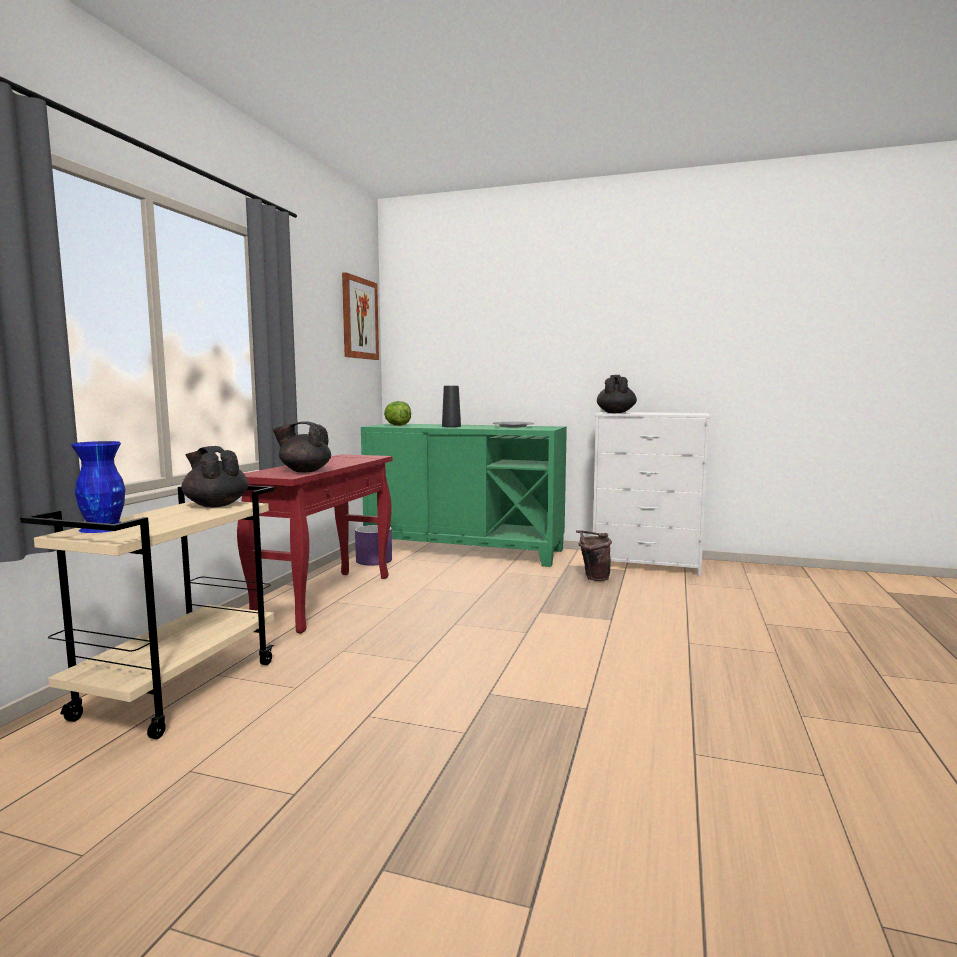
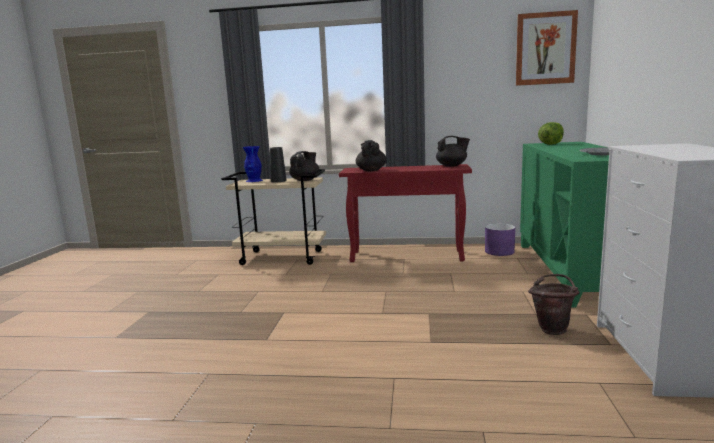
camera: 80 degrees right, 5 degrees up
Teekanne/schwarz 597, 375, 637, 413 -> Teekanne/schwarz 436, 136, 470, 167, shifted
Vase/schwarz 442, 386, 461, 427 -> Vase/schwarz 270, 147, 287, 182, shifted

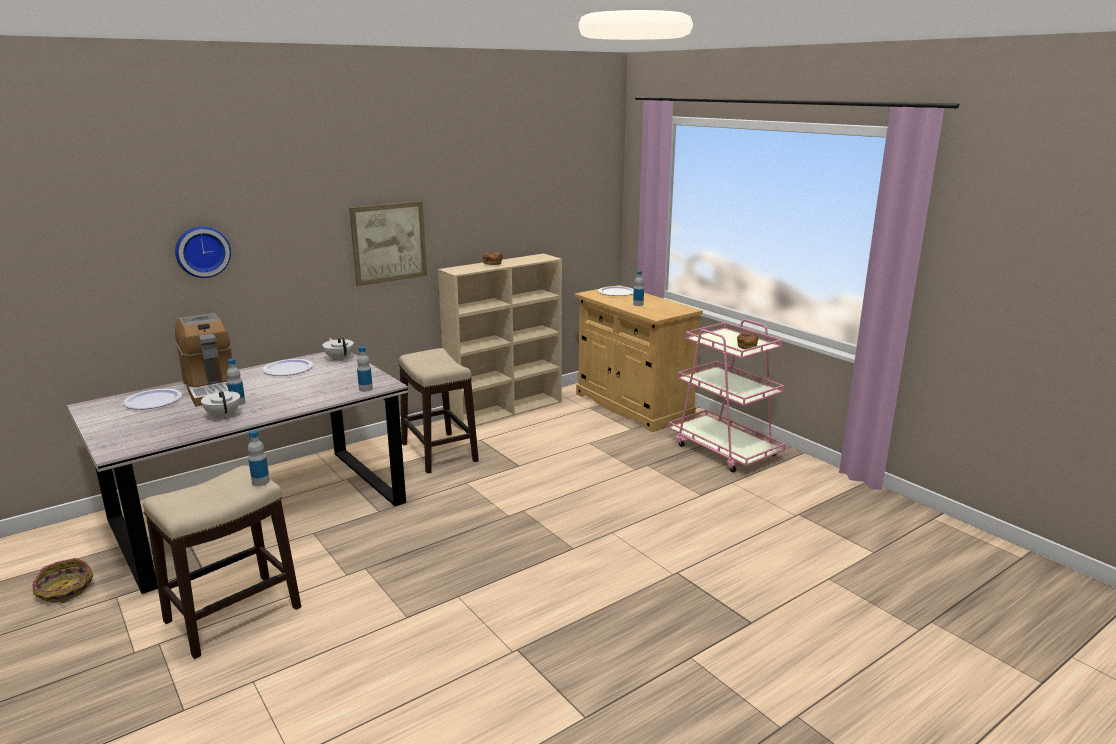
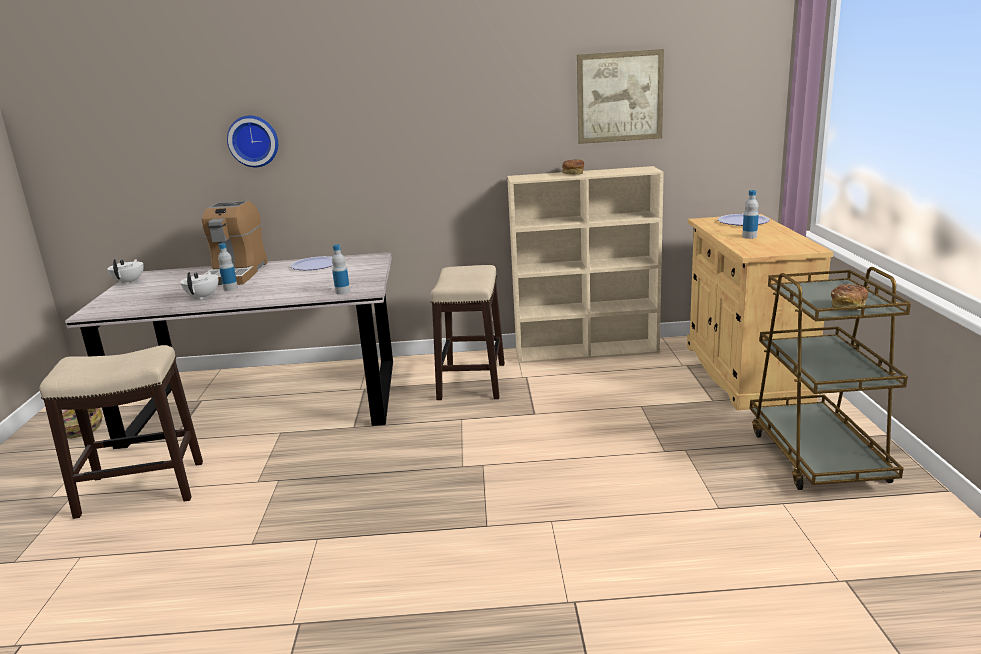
camera: 35 degrees right, 0 degrees up
Bild 349, 201, 427, 286 -> Bild 577, 49, 664, 144, shifted
Rollwagen/rosa 668, 319, 786, 473 -> Rollwagen/braun 750, 267, 911, 490
Teekanne/weiß 322, 338, 354, 361 -> Teekanne/weiß 108, 259, 144, 285, shifted
Teller 123, 389, 182, 410 -> none
Flasche 248, 430, 270, 486 -> none

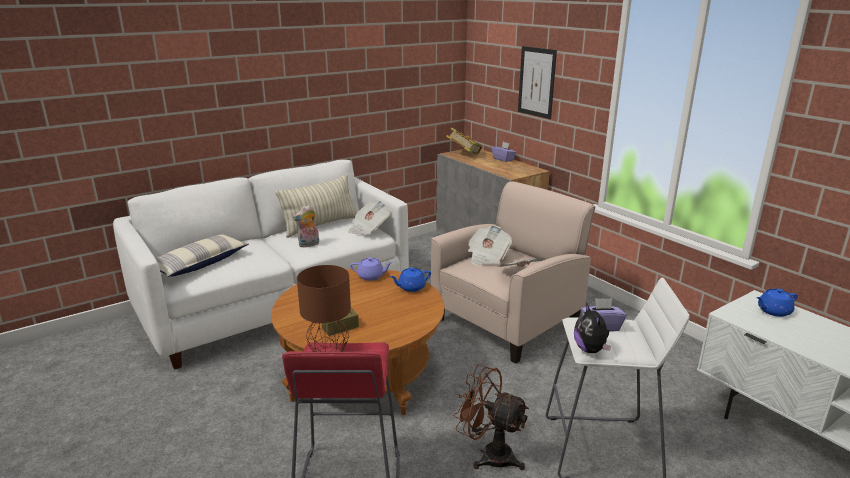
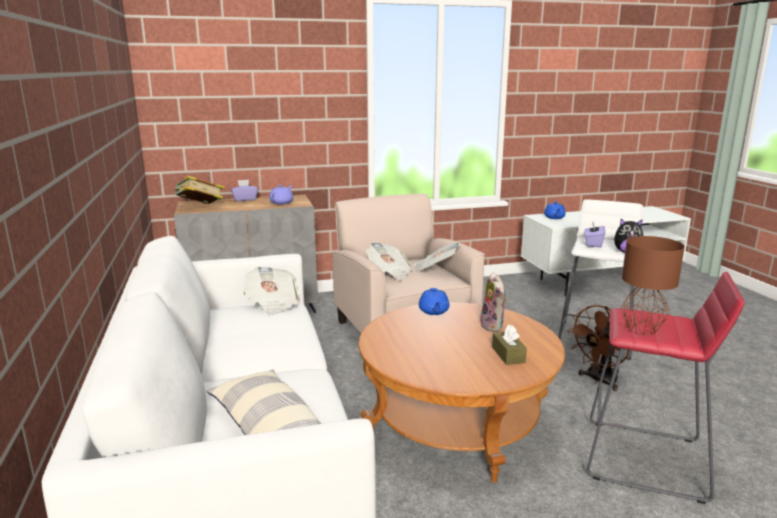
camera: 70 degrees left, 5 degrees down
Bild 518, 46, 557, 119 -> none
Kissen 275, 174, 357, 238 -> none
Plüschtier 293, 204, 319, 248 -> Plüschtier 480, 272, 507, 332, shifted
Teekanne/lila 350, 257, 393, 281 -> Teekanne/lila 269, 185, 293, 205, shifted

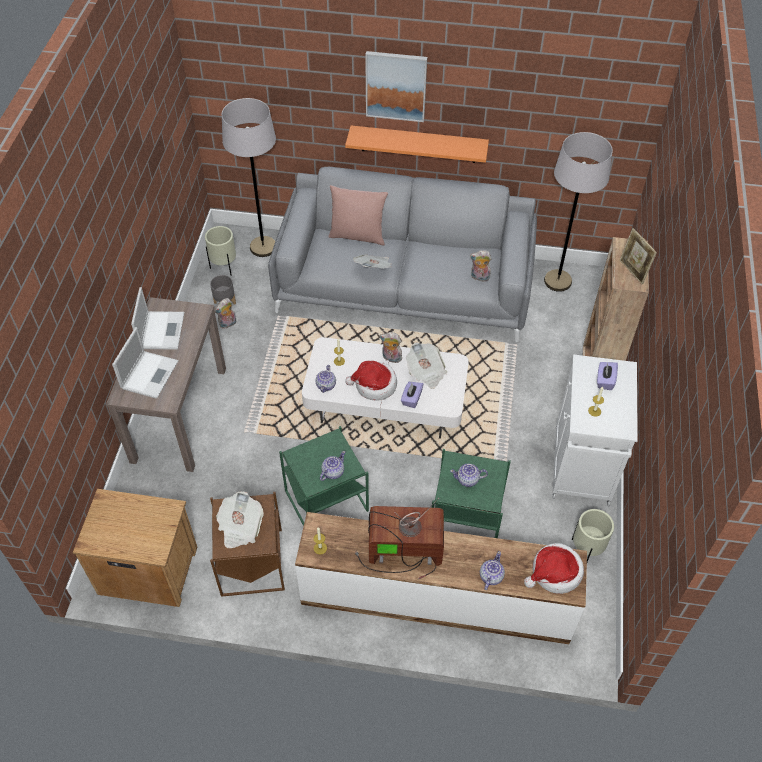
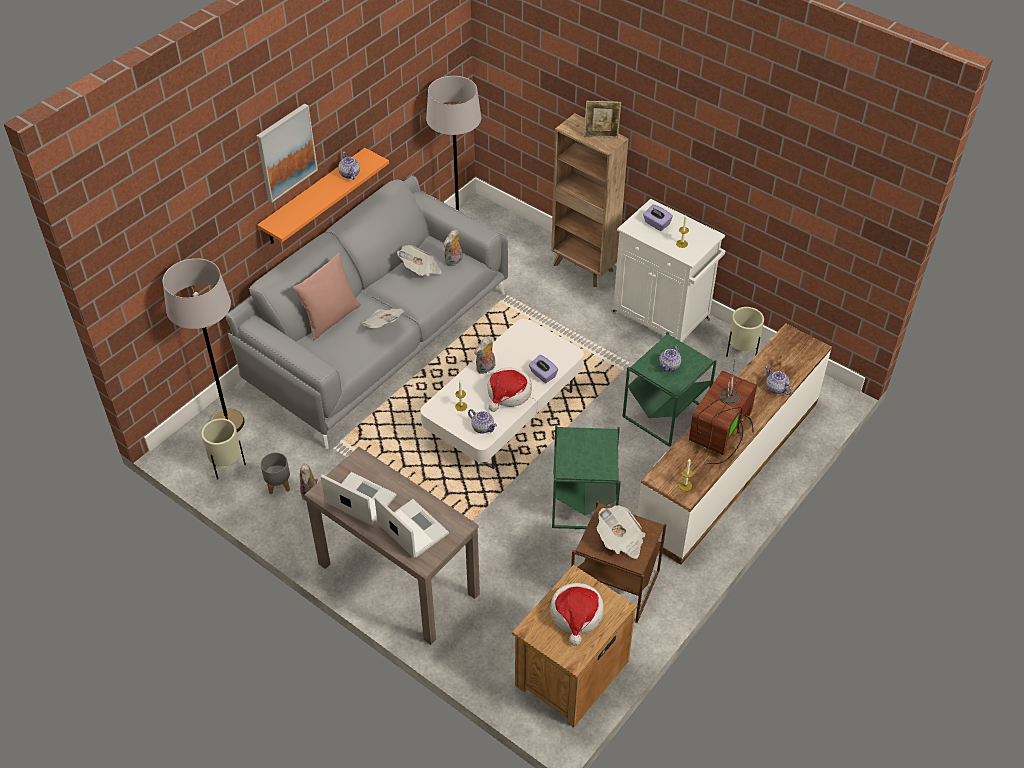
camera: 60 degrees left, 5 degrees down
Zeitung 406, 342, 447, 389 -> Zeitung 397, 245, 442, 276, shifted
Teekanne 320, 451, 345, 481 -> Teekanne 338, 152, 360, 180, shifted
Hut 524, 543, 584, 594 -> Hut 550, 583, 604, 646, shifted

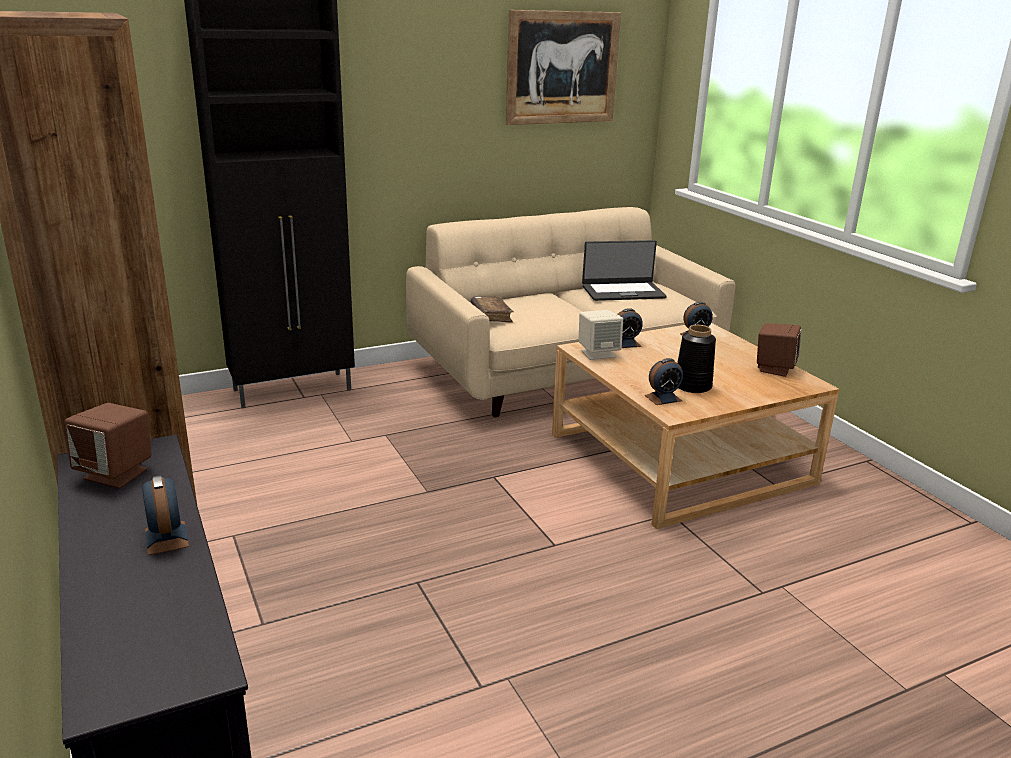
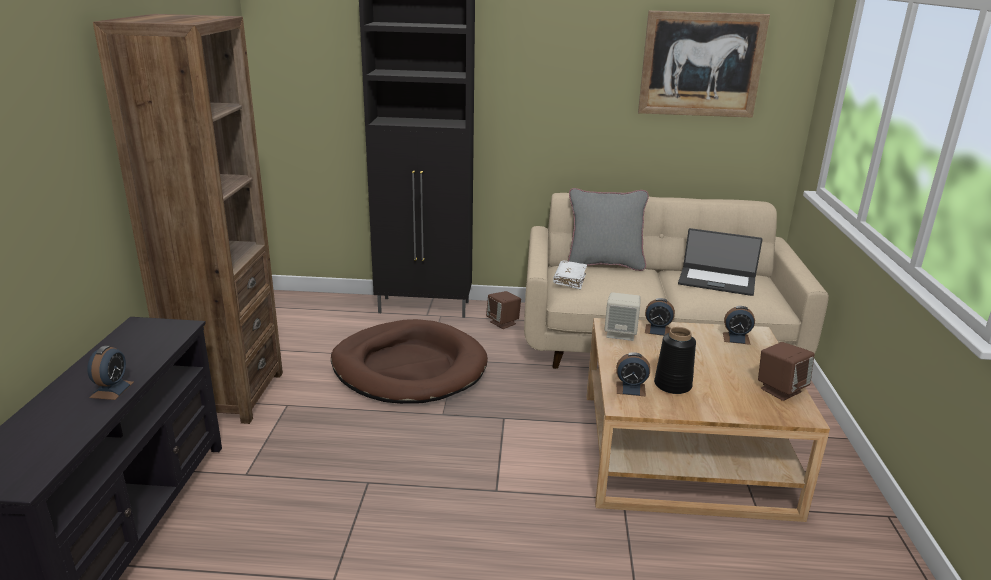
camera: 30 degrees right, 0 degrees up
Buch/braun 471, 296, 514, 323 -> Buch/weiß 553, 261, 587, 289
Lautsprecher/braun 64, 403, 152, 488 -> Lautsprecher/braun 486, 291, 521, 329, shifted
none -> Kissen/grau 568, 188, 649, 271
none -> Hundebett/braun 331, 319, 488, 404

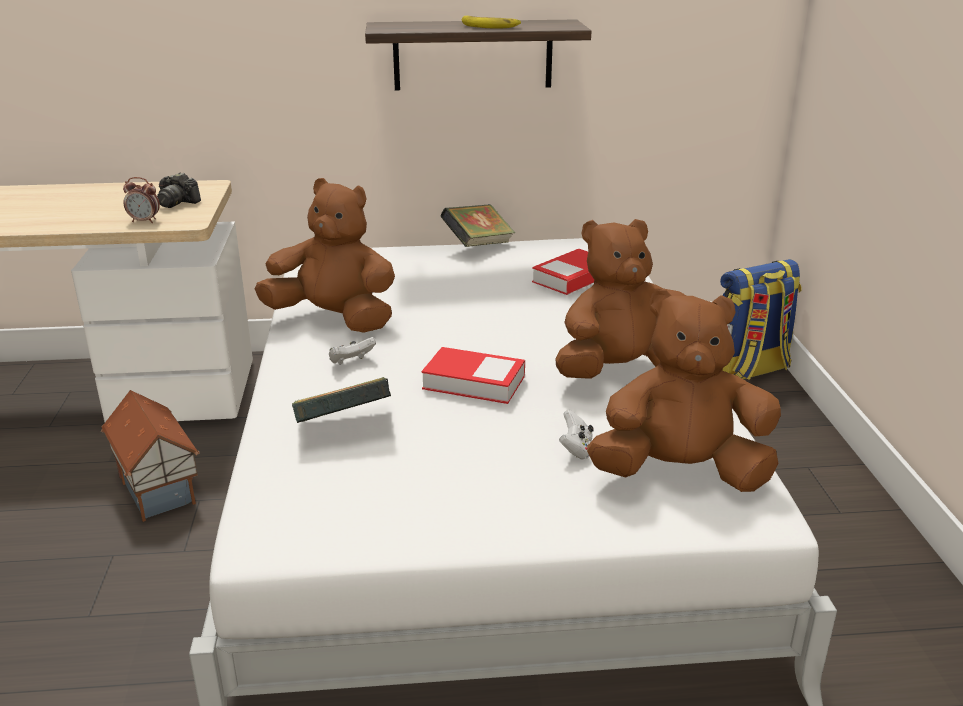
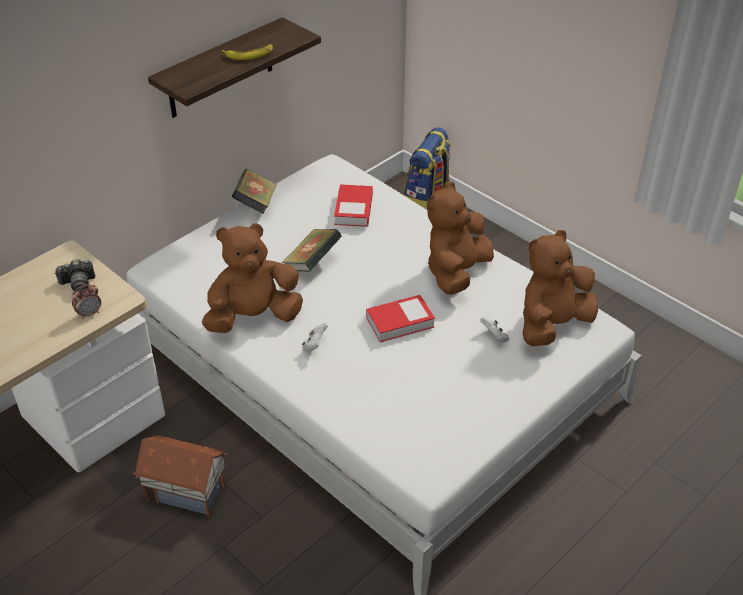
camera: 40 degrees left, 15 degrees up
Buch 292, 377, 391, 423 -> Buch 282, 229, 342, 272, shifted

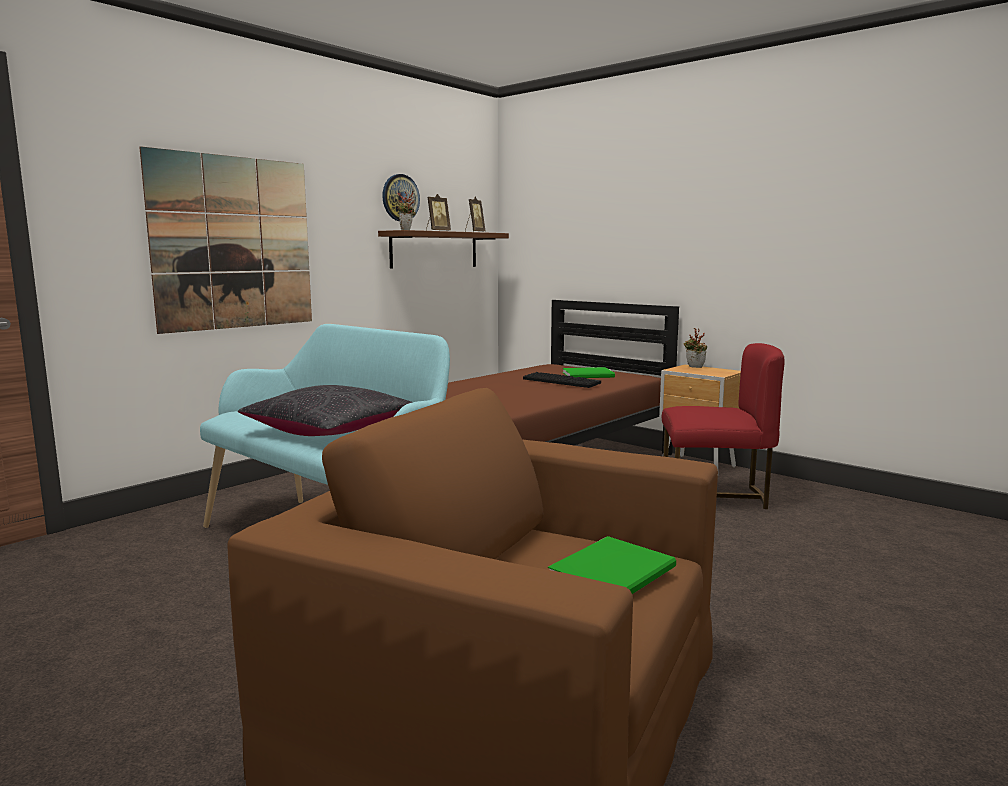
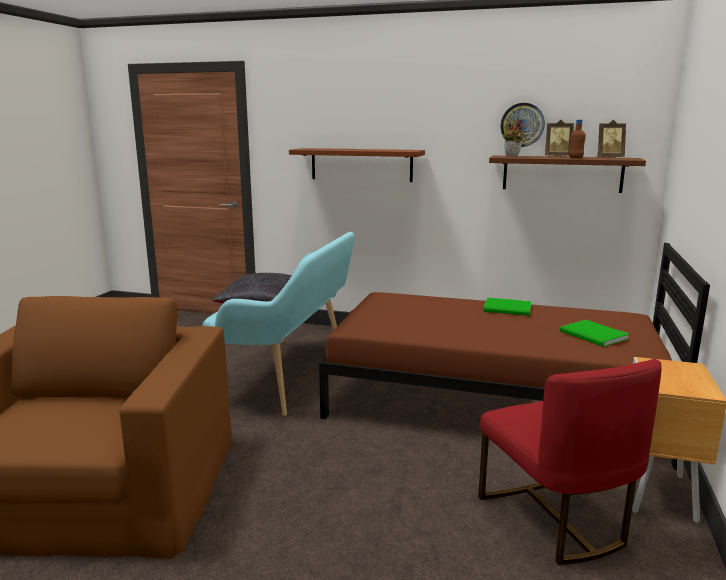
camera: 65 degrees right, 5 degrees up
Bild 139, 146, 312, 334 -> Wandregal/braun 289, 148, 425, 182
Topfpflanze 684, 328, 707, 368 -> none
Tastatur 523, 372, 601, 388 -> none
Buch/grün 548, 536, 676, 594 -> Buch/grün 483, 298, 531, 316, shifted
none -> Flasche/braun 568, 120, 586, 159

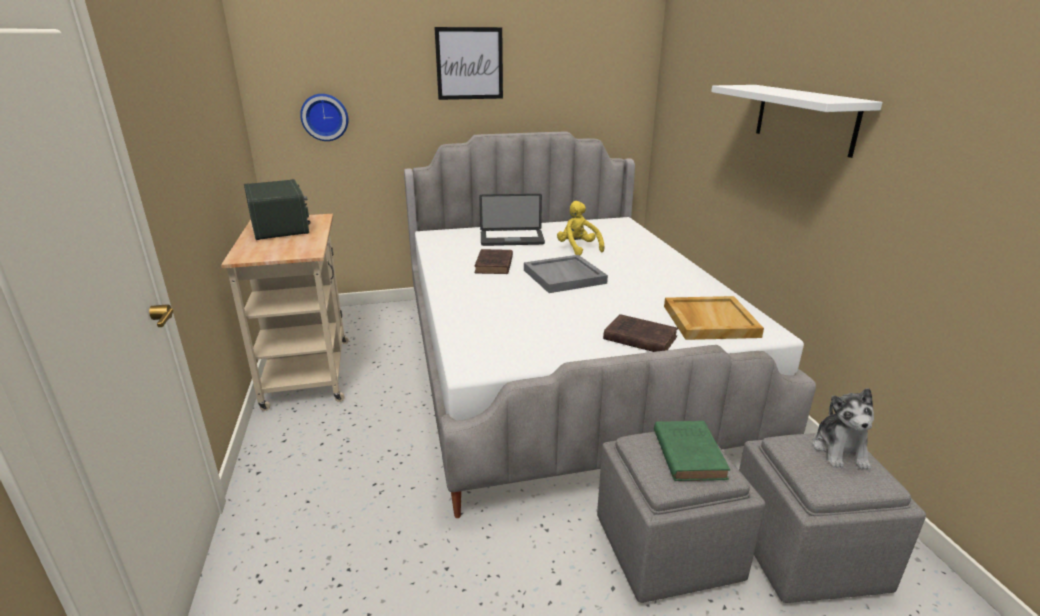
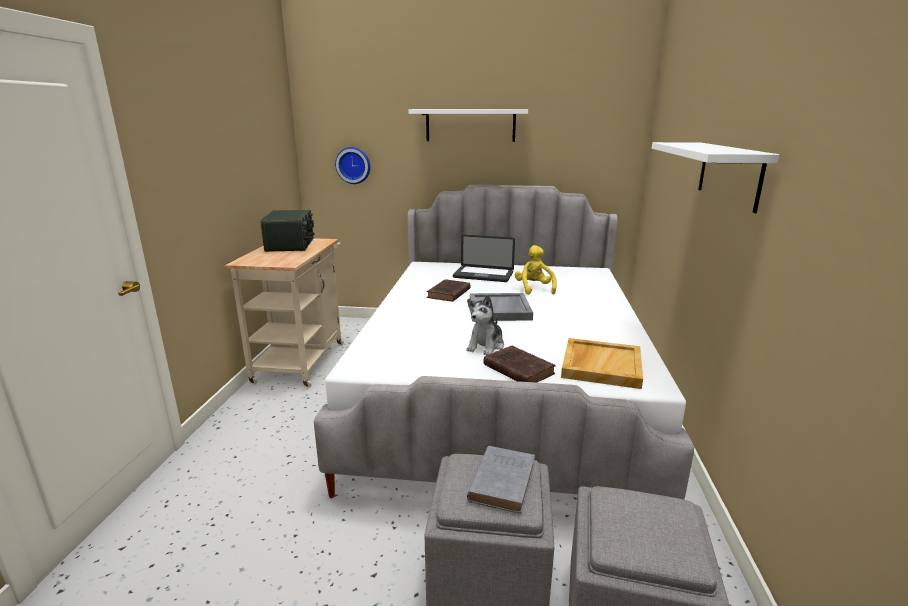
camera: 20 degrees right, 5 degrees down
Bild 434, 27, 503, 100 -> Wandregal/weiß 408, 109, 528, 142
Plüschtier 813, 388, 874, 470 -> Plüschtier 466, 295, 504, 355, shifted
Buch/grün 654, 421, 730, 481 -> Buch/grau 467, 446, 535, 514

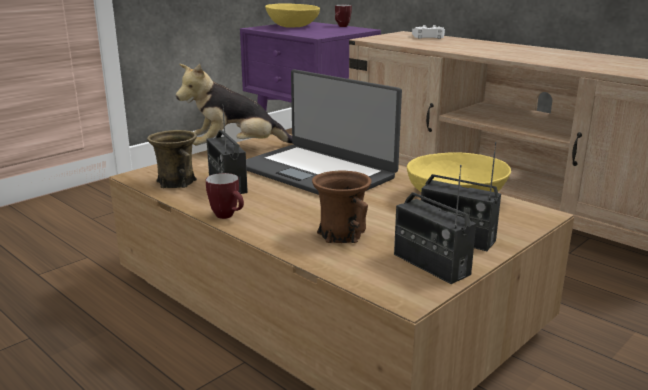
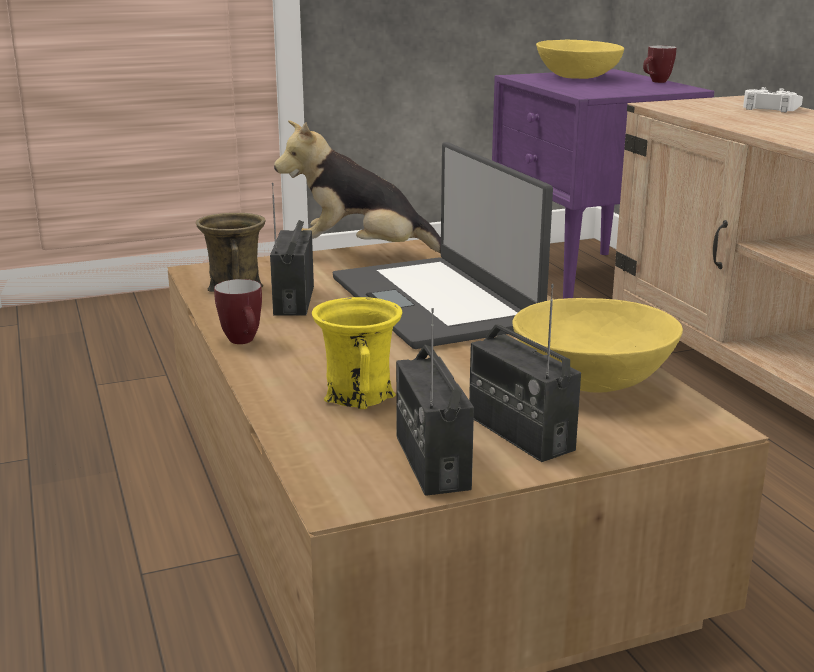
camera: 25 degrees right, 0 degrees up
Henkelbecher/braun 312, 171, 372, 243 -> Henkelbecher/gelb 312, 297, 402, 409

